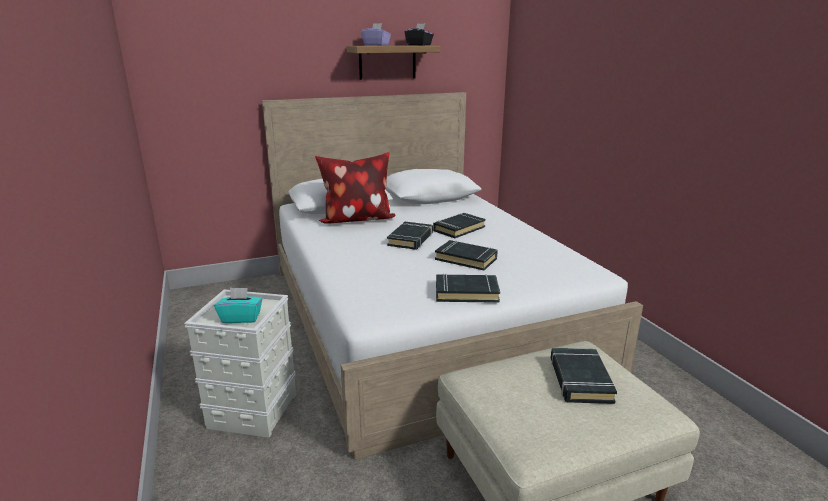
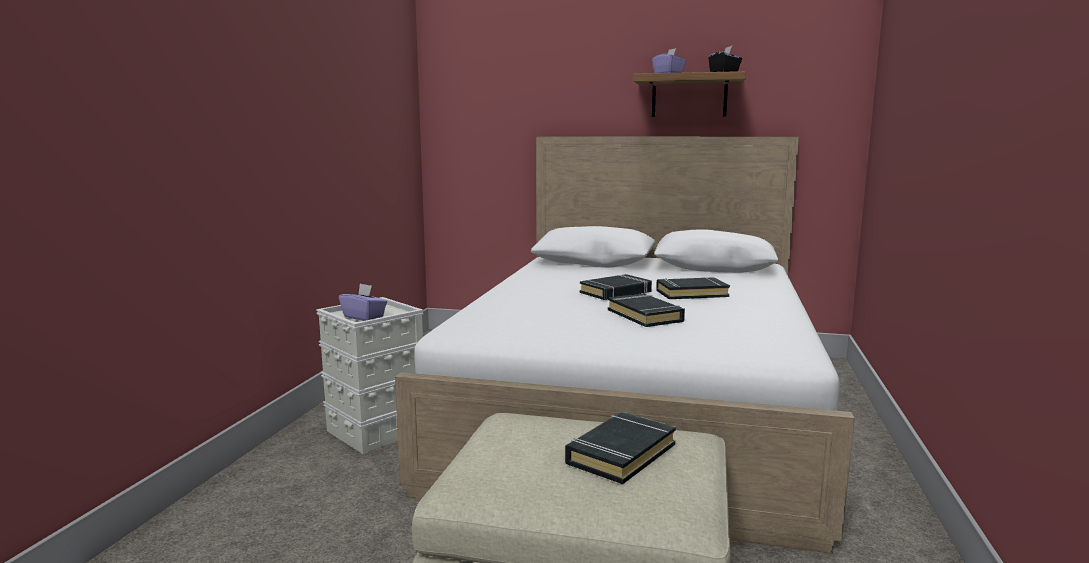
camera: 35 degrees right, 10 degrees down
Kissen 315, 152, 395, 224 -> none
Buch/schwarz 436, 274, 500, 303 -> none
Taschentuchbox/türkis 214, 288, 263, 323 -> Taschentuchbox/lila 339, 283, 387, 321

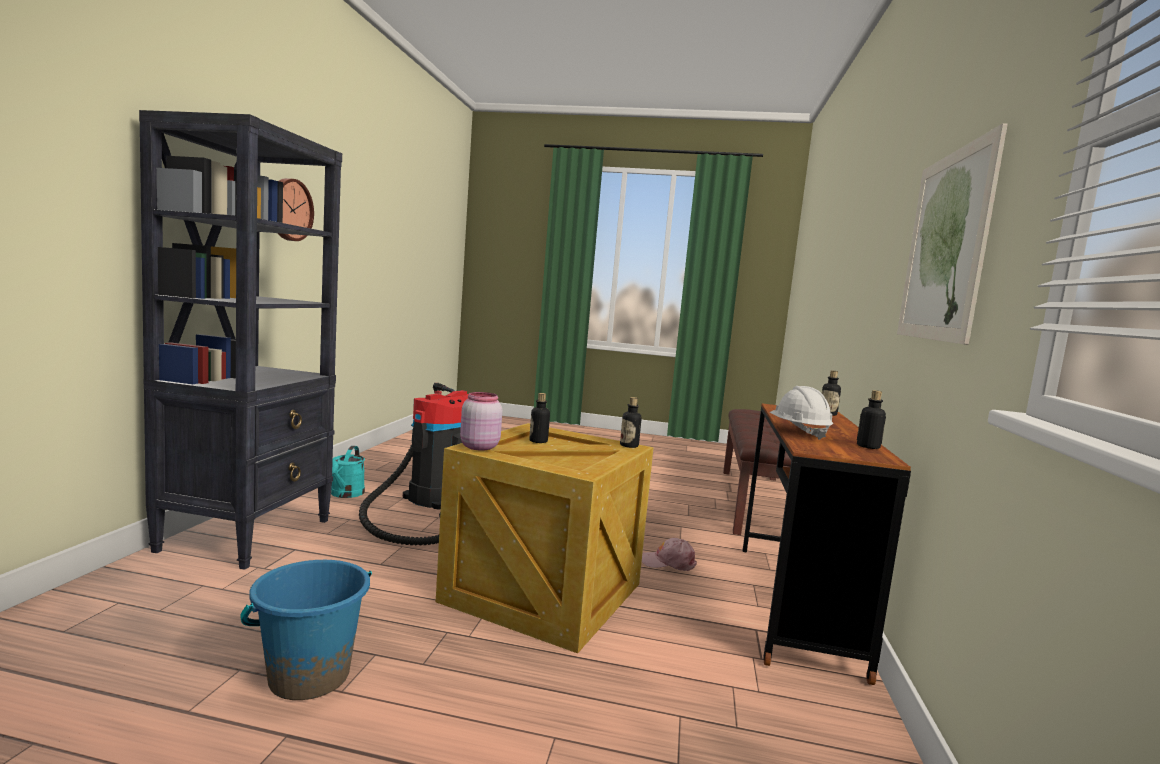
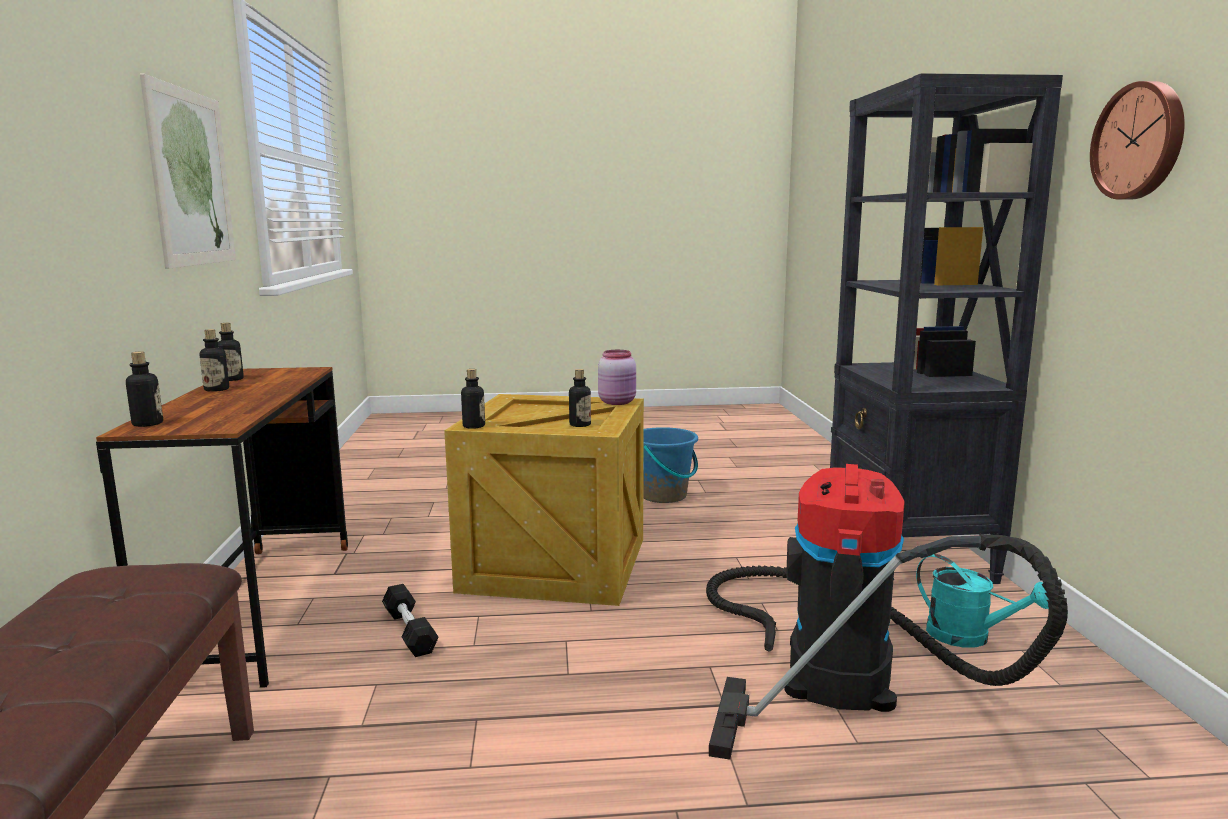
camera: 165 degrees right, 5 degrees up
Schutzhelm/weiß 770, 386, 833, 440 -> none
Gießkanne/türkis 331, 446, 365, 498 -> Gießkanne/türkis 916, 554, 1049, 648, 150 degrees clockwise
Kappe/rosa 642, 538, 697, 571 -> Hantel/schwarz 382, 584, 439, 657
none -> Flasche 200, 329, 229, 392

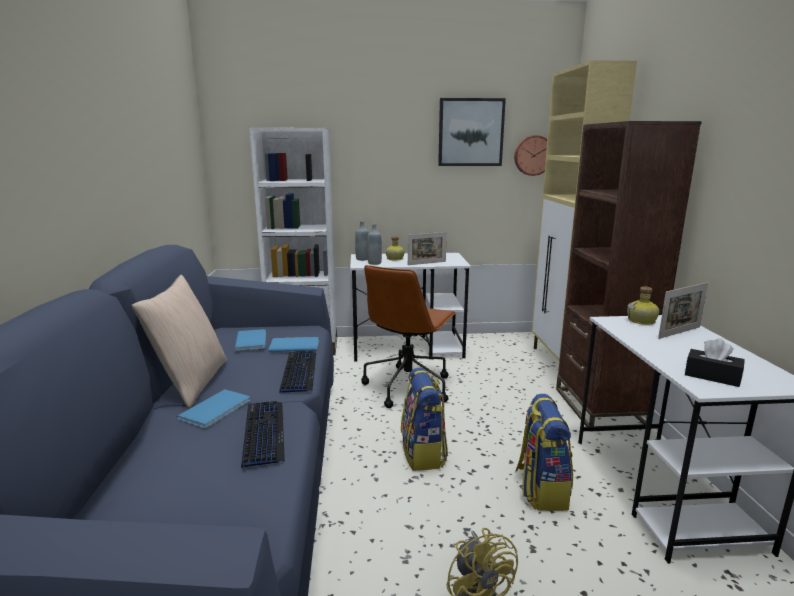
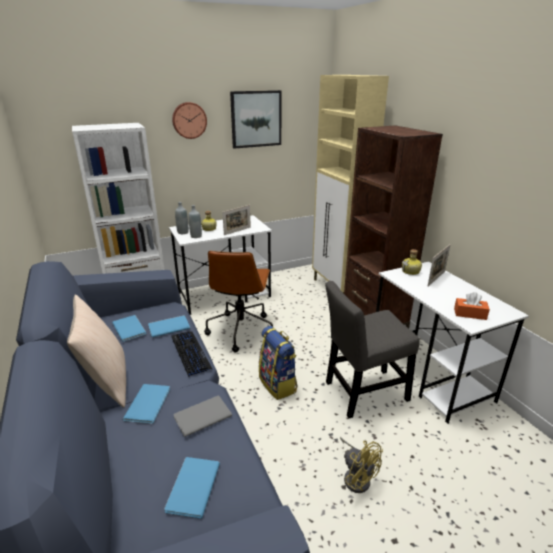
camera: 20 degrees left, 10 degrees up
Wanduhr 514, 135, 547, 176 -> Wanduhr 172, 102, 207, 139, shifted
Taschentuchbox/schwarz 685, 338, 745, 387 -> Taschentuchbox/orange 454, 292, 490, 320
Rucksack 515, 394, 573, 511 -> Stuhl/grau 325, 281, 420, 418
Tastatur 241, 401, 285, 468 -> Buch/grau 173, 396, 232, 437
none -> Buch/blau 164, 457, 220, 519

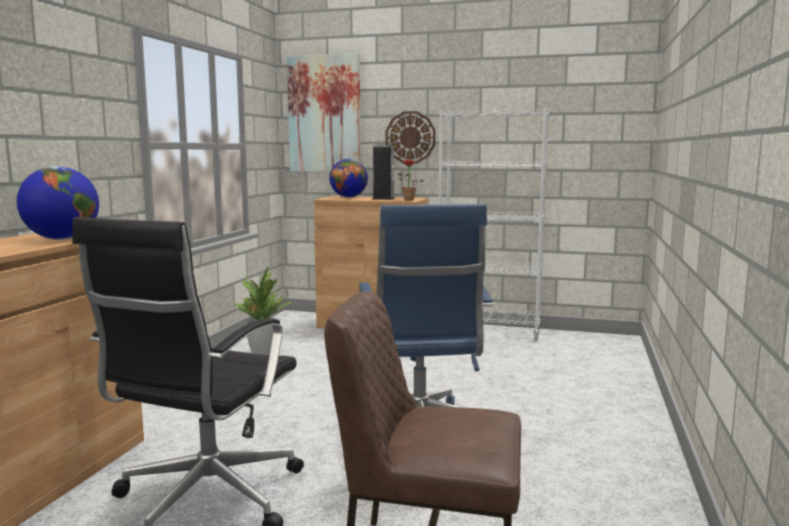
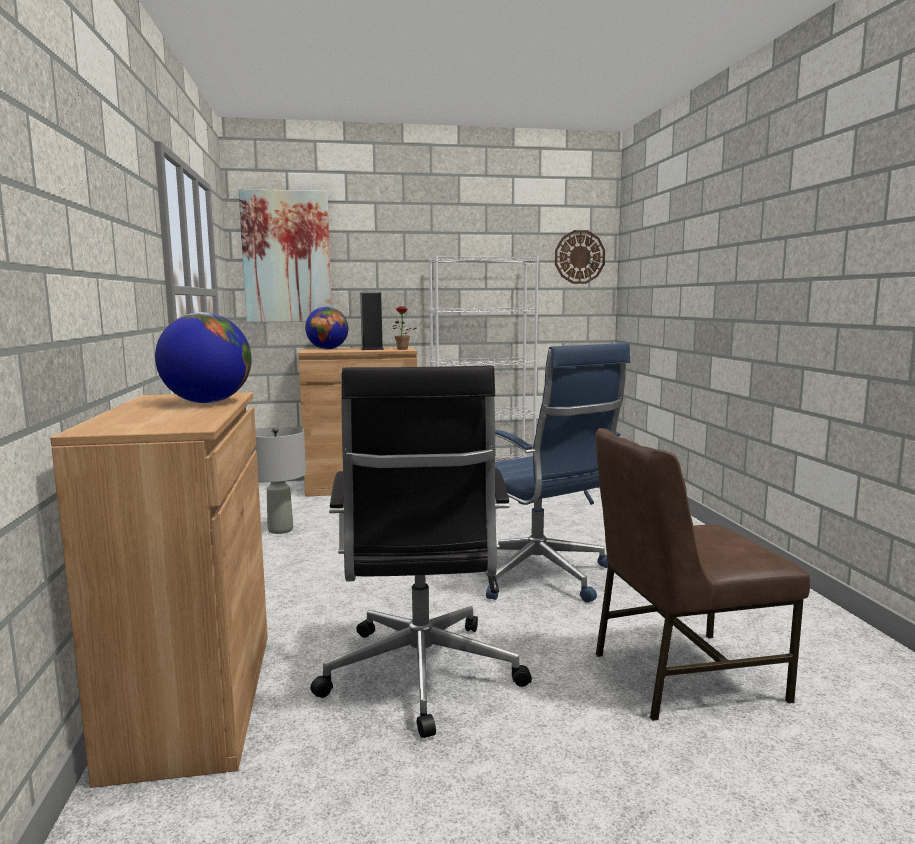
camera: 25 degrees left, 0 degrees up
Wanduhr 386, 111, 436, 164 -> Wanduhr 555, 230, 605, 284, shifted
Topfpflanze 234, 266, 292, 355 -> Tischlampe/grau 251, 427, 306, 534

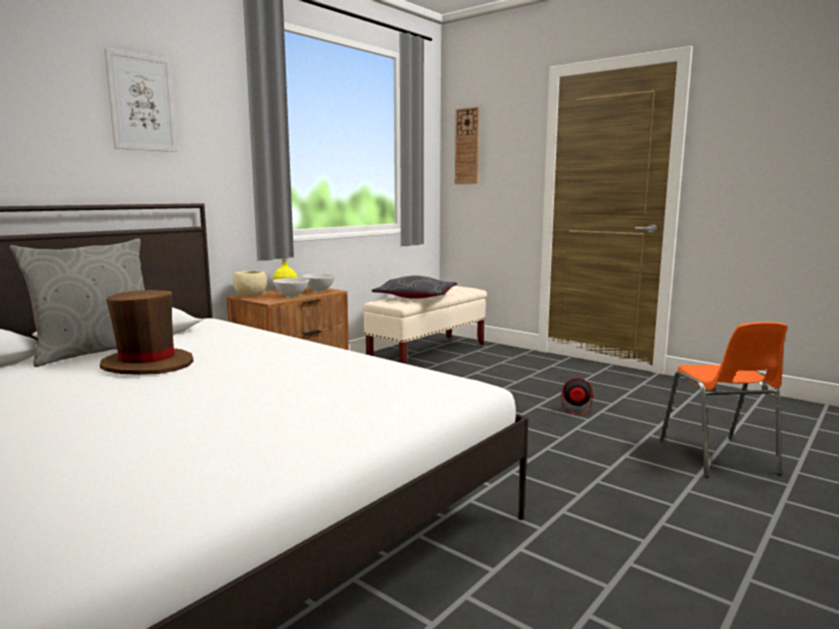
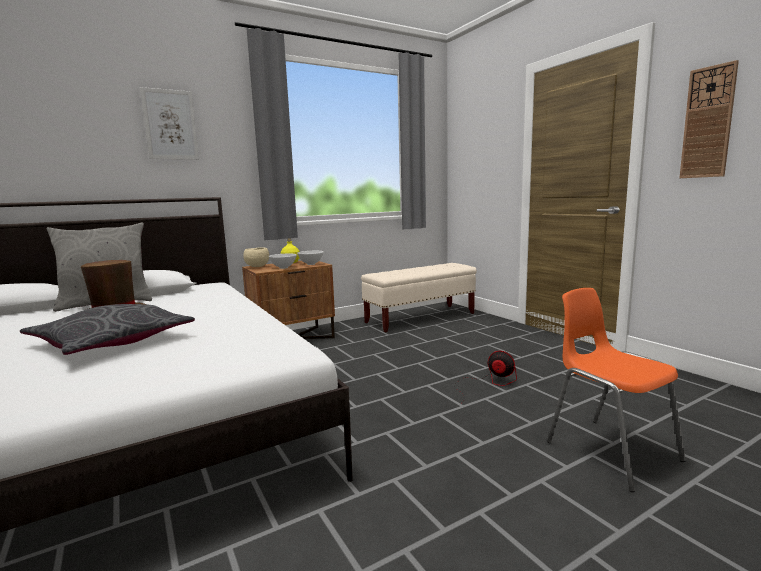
camera: 20 degrees right, 0 degrees up
Wanduhr 455, 107, 480, 184 -> Wanduhr 679, 60, 739, 178, shifted
Kissen/grau 372, 276, 457, 299 -> Kissen/grau 20, 304, 195, 355, shifted
Stuhl/orange 659, 322, 788, 477 -> Stuhl/orange 547, 288, 686, 492, 135 degrees clockwise

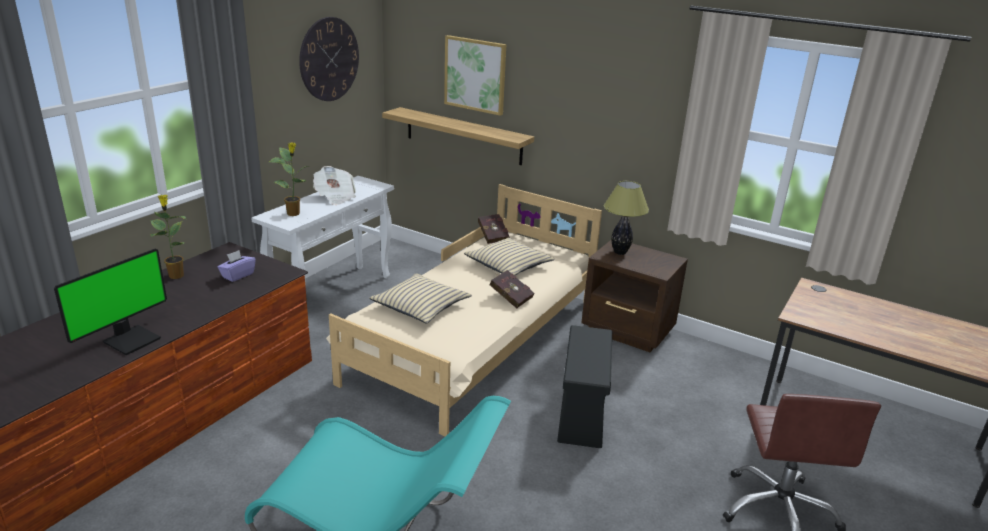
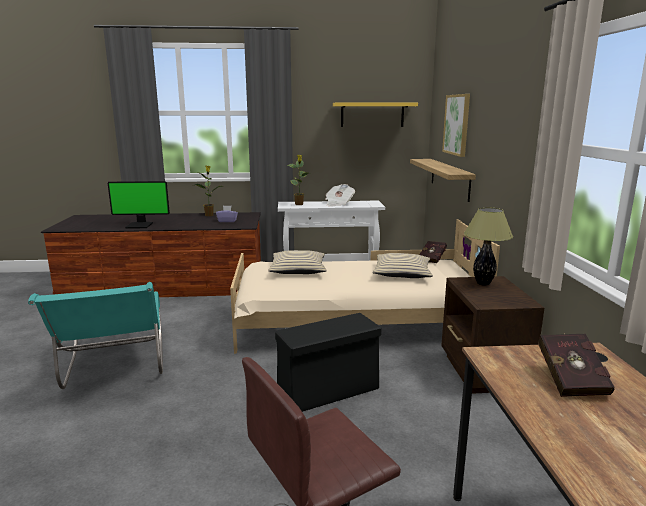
camera: 55 degrees right, 10 degrees down
Wanduhr 299, 17, 359, 101 -> Wandregal/gelb 333, 103, 418, 127
Buch/rot 489, 270, 534, 308 -> Buch/rot 538, 333, 615, 397, shifted

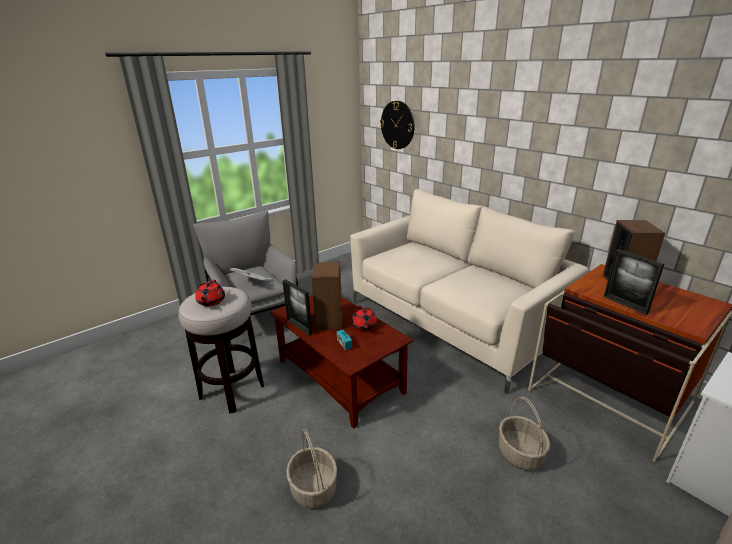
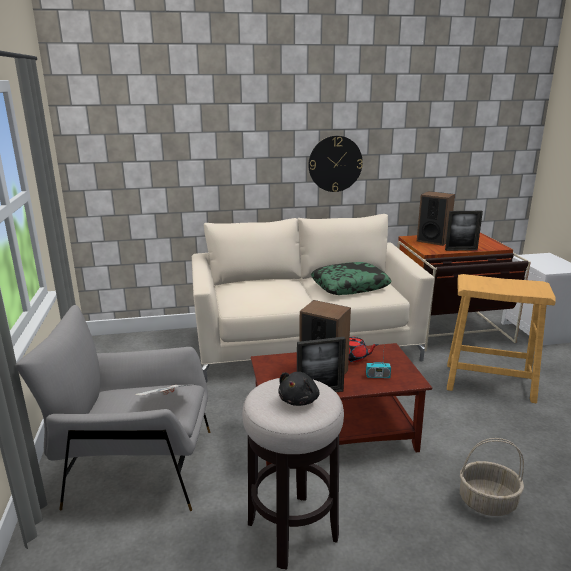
camera: 60 degrees left, 5 degrees down
Wanduhr 380, 101, 415, 149 -> Wanduhr 308, 136, 363, 192, shifted
Teekanne/rot 195, 280, 225, 306 -> Plüschtier/schwarz 278, 372, 319, 406
Korb 499, 396, 550, 470 -> Hocker/beige 447, 274, 556, 403
none -> Kissen 311, 262, 391, 295

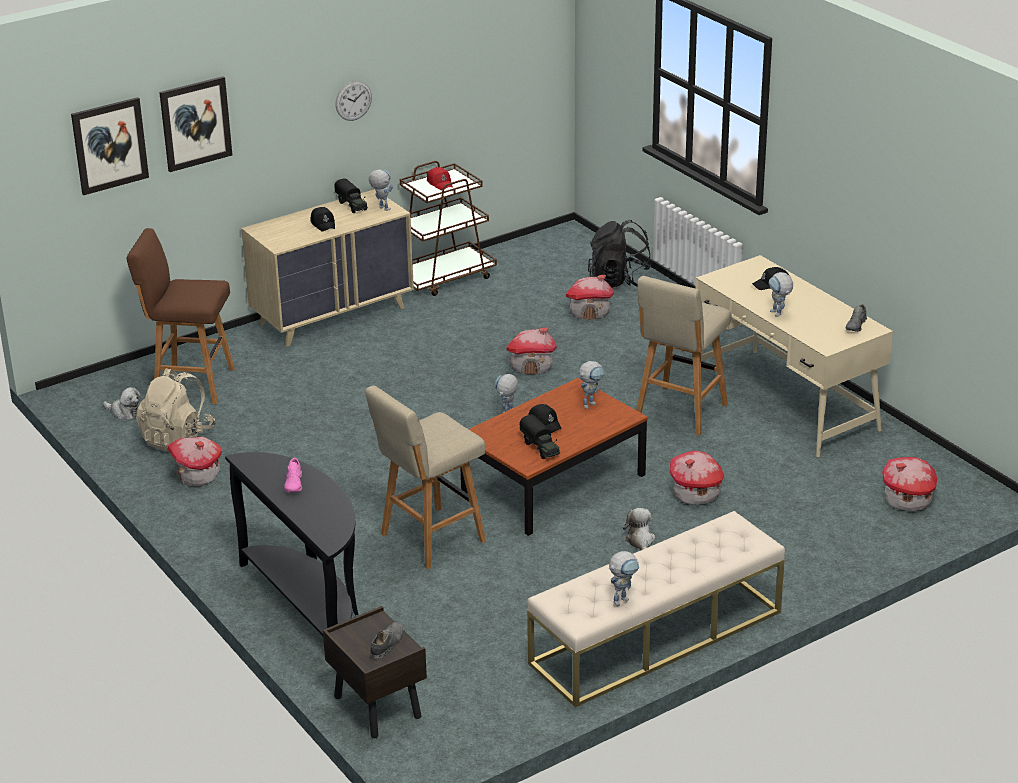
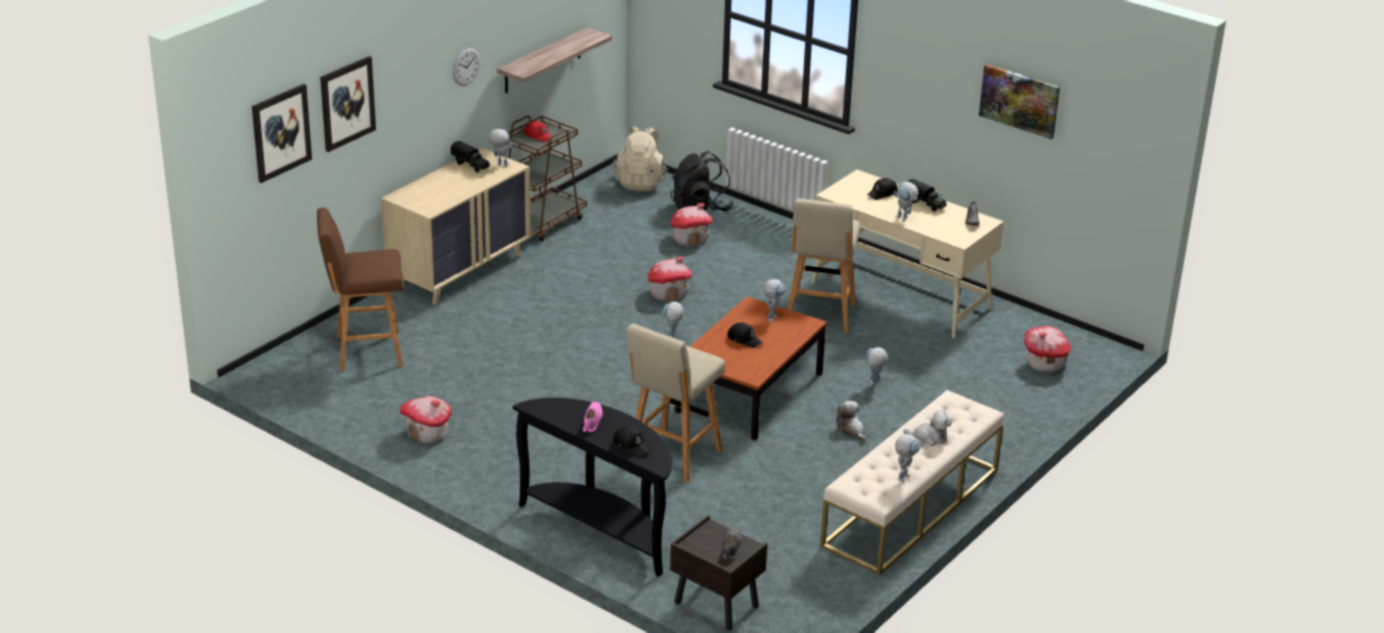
camera: 20 degrees left, 0 degrees up
Kappe/schwarz 310, 207, 335, 232 -> Kappe/schwarz 613, 426, 649, 456, shifted
Rucksack/beige 136, 368, 215, 451 -> Rucksack/beige 614, 126, 668, 191, shifted
Plüschtier 103, 387, 141, 420 -> Plüschtier 903, 410, 952, 446, shifted
Spielzeuglaster 519, 415, 560, 459 -> Spielzeuglaster 908, 179, 947, 212, shifted
Spielzeughaus 669, 451, 724, 505 -> Spielzeugroboter 865, 347, 887, 385
Schuh/rosa 284, 458, 302, 492 -> Schuh/rosa 583, 402, 603, 432, 150 degrees counterclockwise
none -> Wandregal 497, 27, 612, 93
none -> Bild 979, 64, 1060, 139

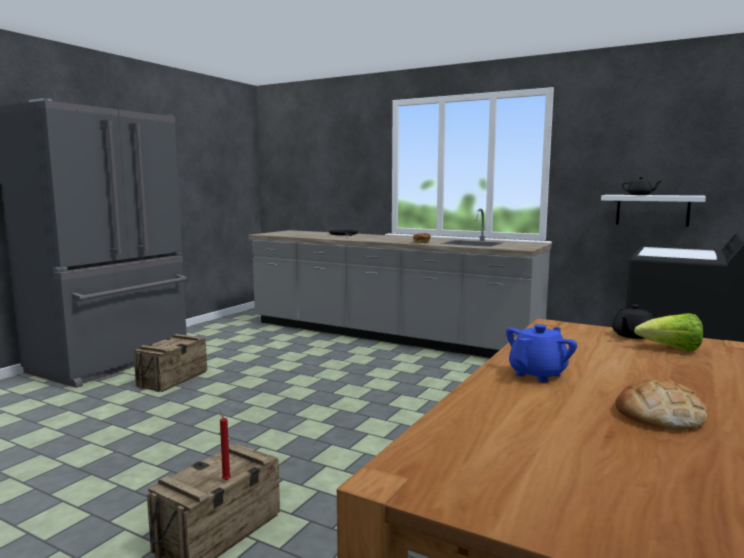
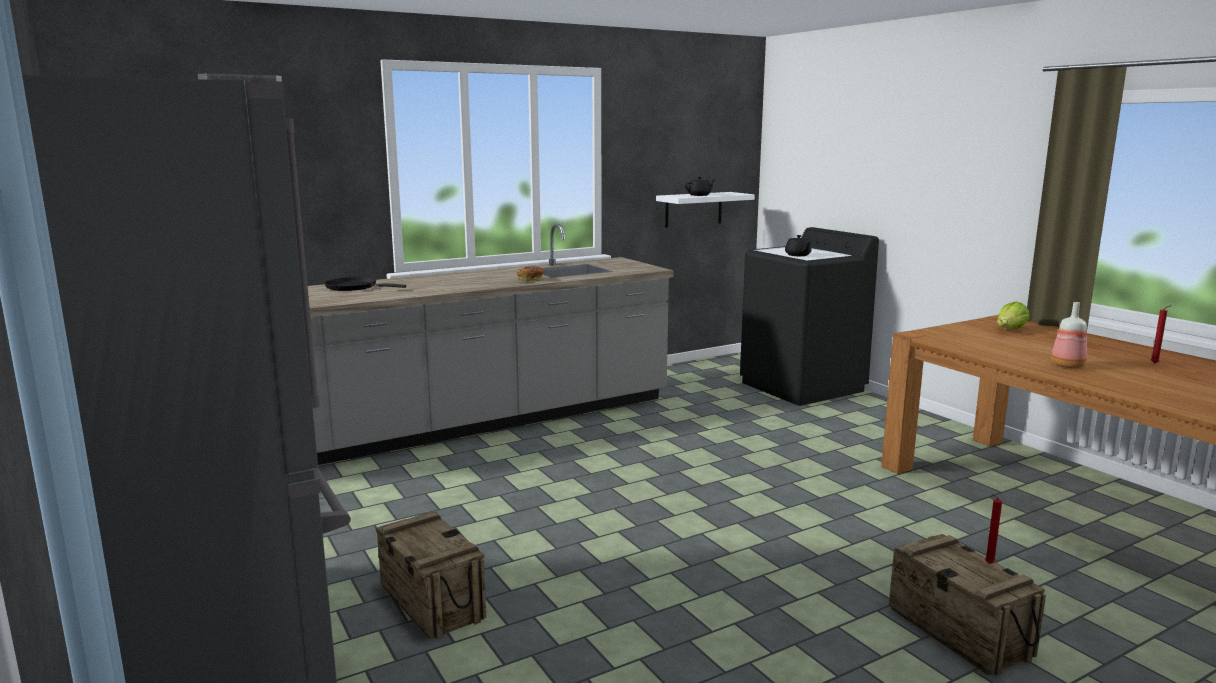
camera: 60 degrees left, 5 degrees up
Teekanne/schwarz 612, 304, 654, 339 -> Teekanne/schwarz 785, 235, 812, 256, shifted
Teekanne/blau 506, 324, 577, 382 -> Flasche 1051, 302, 1087, 368
Brot 615, 378, 707, 430 -> Kerze/rot 1151, 305, 1171, 363

